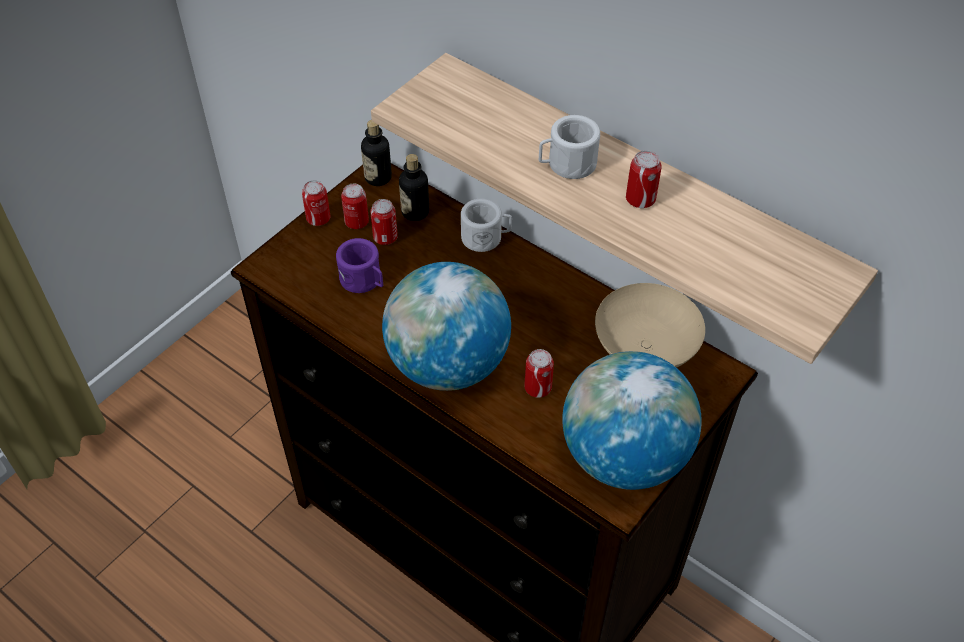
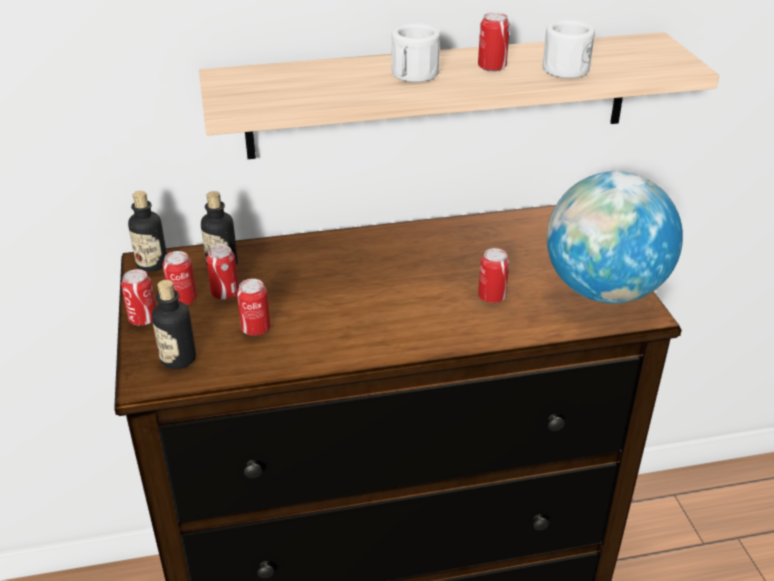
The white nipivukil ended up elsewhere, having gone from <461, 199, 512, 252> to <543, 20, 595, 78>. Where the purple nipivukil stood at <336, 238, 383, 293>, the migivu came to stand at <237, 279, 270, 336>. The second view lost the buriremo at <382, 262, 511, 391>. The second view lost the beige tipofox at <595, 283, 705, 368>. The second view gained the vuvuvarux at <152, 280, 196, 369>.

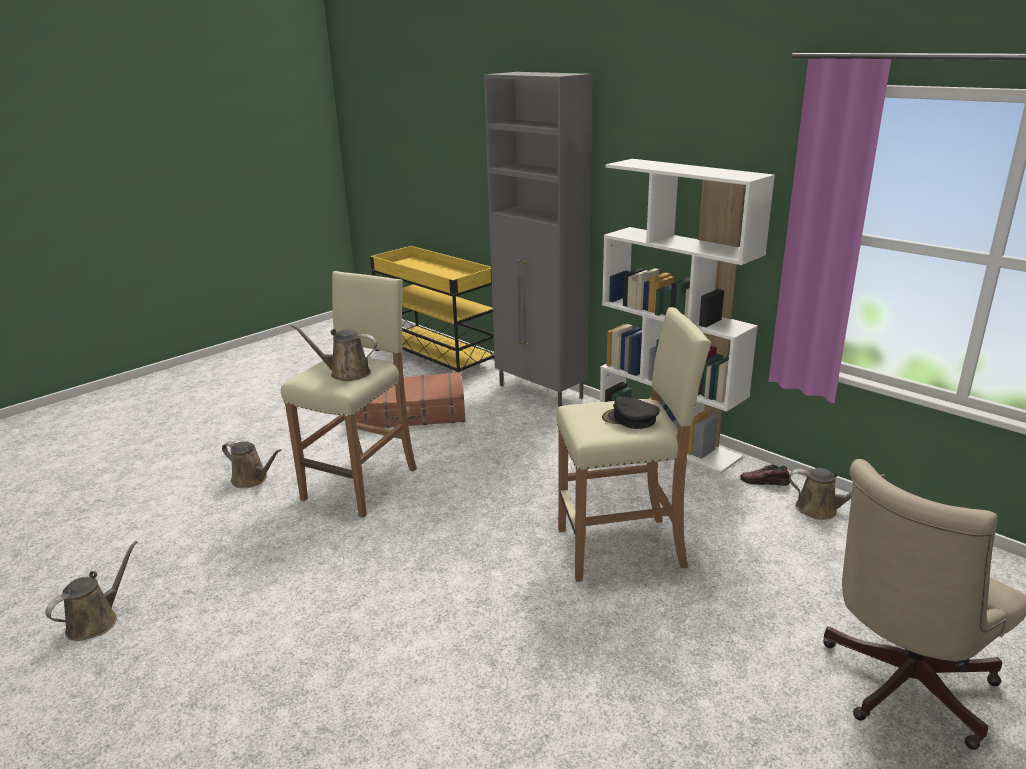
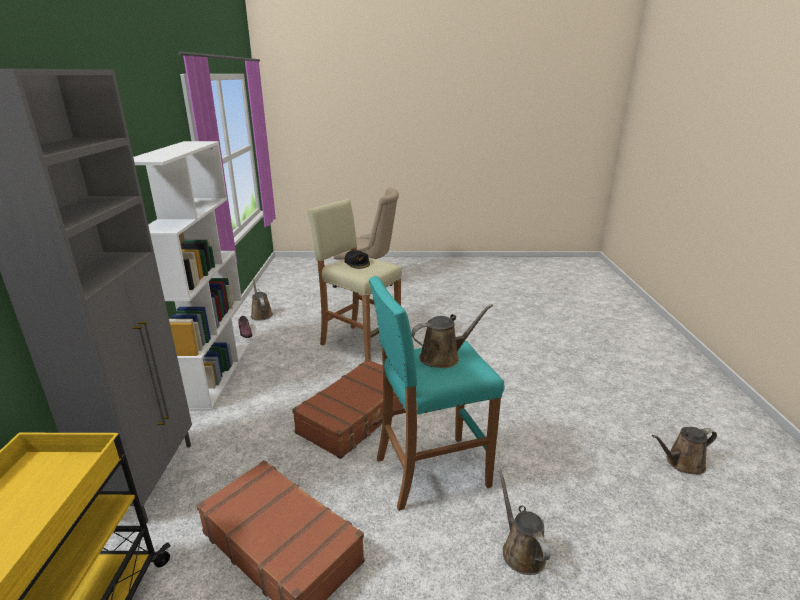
What was the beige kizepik at <281, 271, 417, 518> turned into the turquoise kizepik at <369, 276, 505, 511>. The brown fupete at <291, 324, 377, 381> ended up facing another way, 75 degrees counterclockwise from before. The second view gained the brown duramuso at <292, 359, 403, 459>.

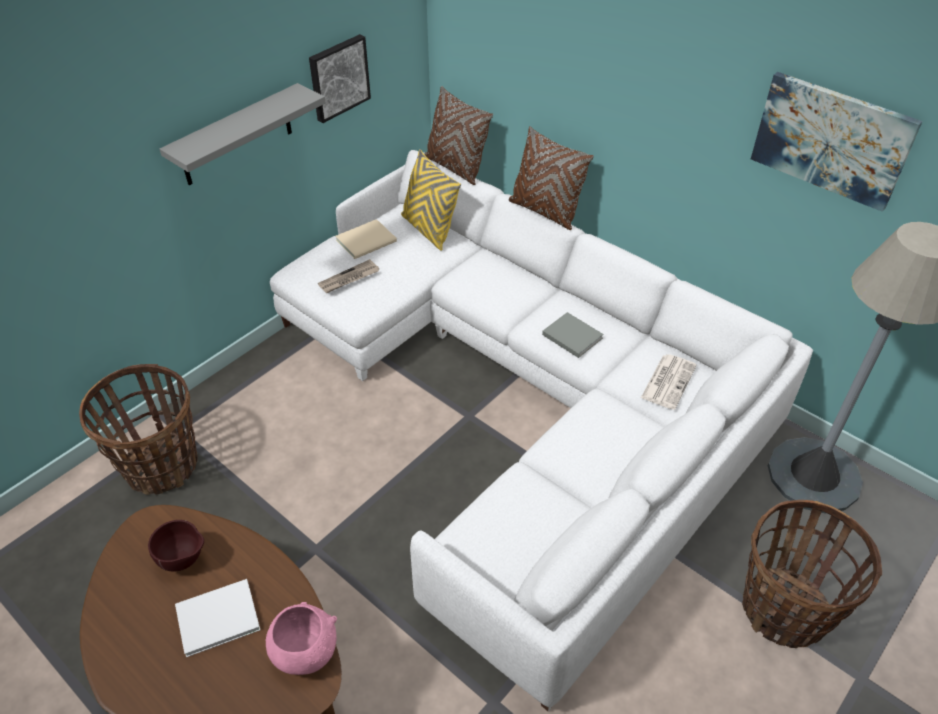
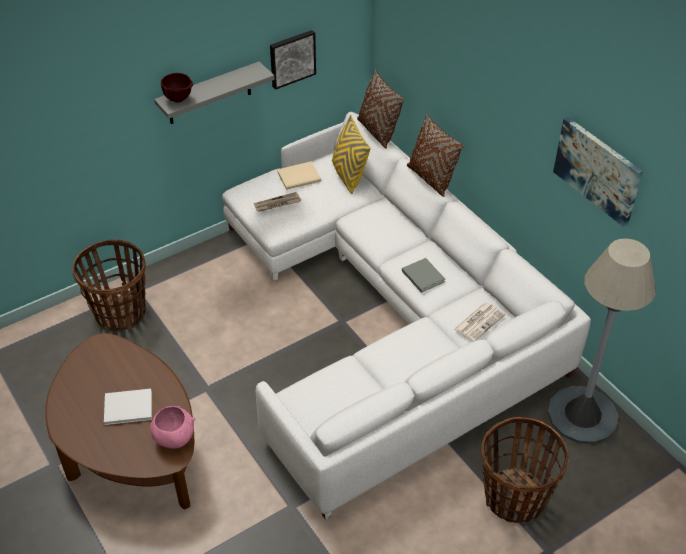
The brown tipofox ended up elsewhere, having gone from <148, 520, 204, 572> to <161, 73, 193, 103>.

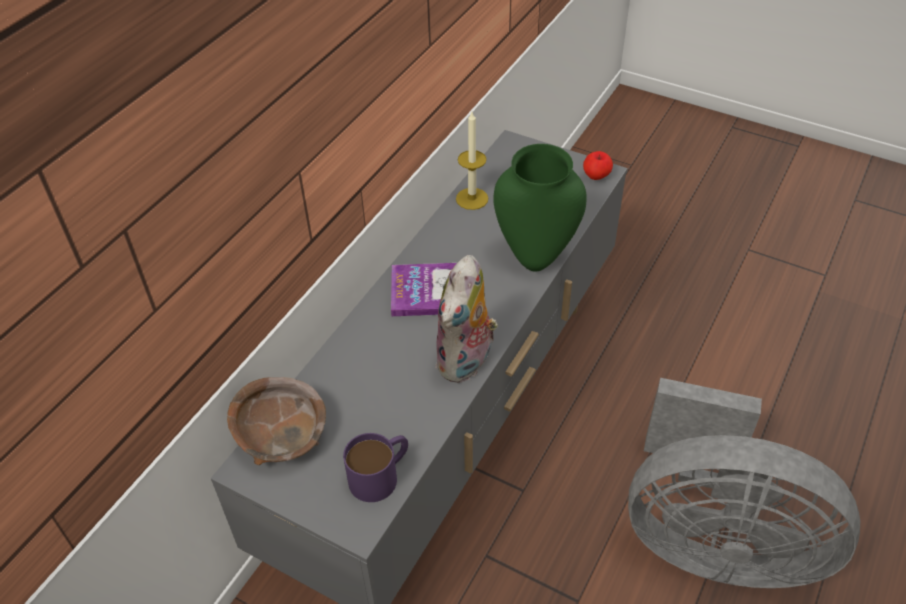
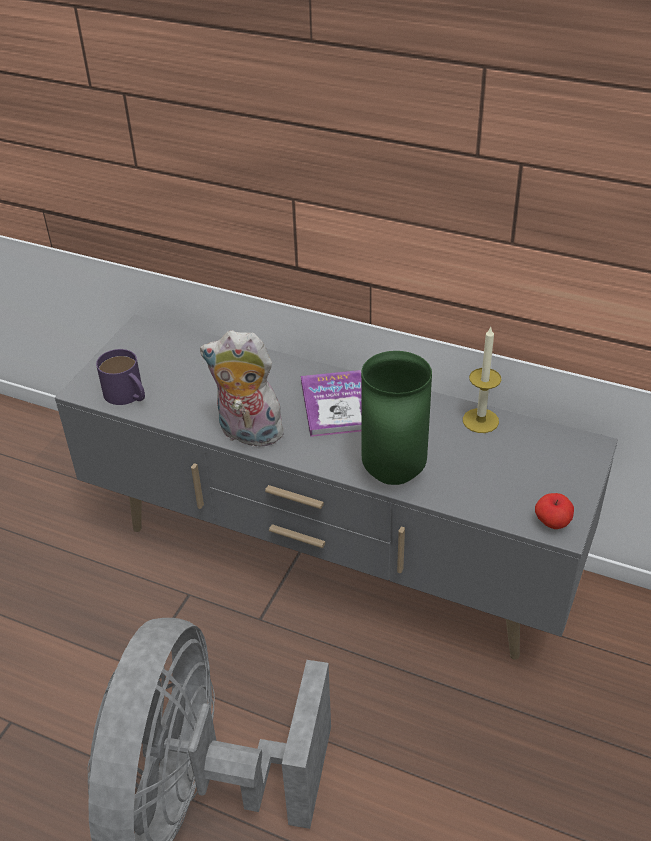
The second view lost the brown tipofox at <227, 377, 326, 465>.

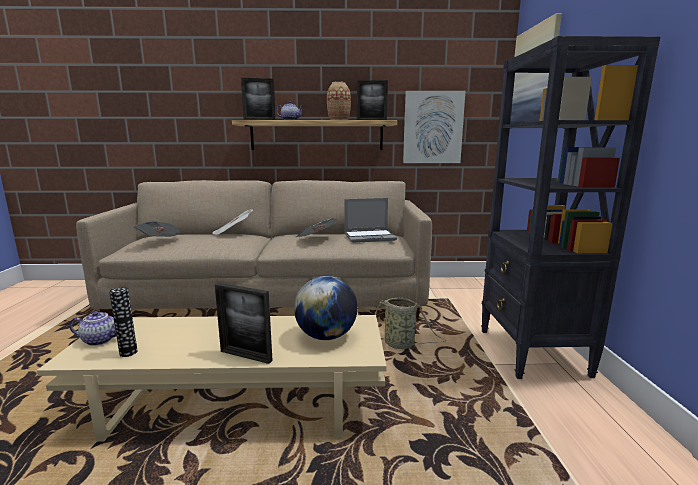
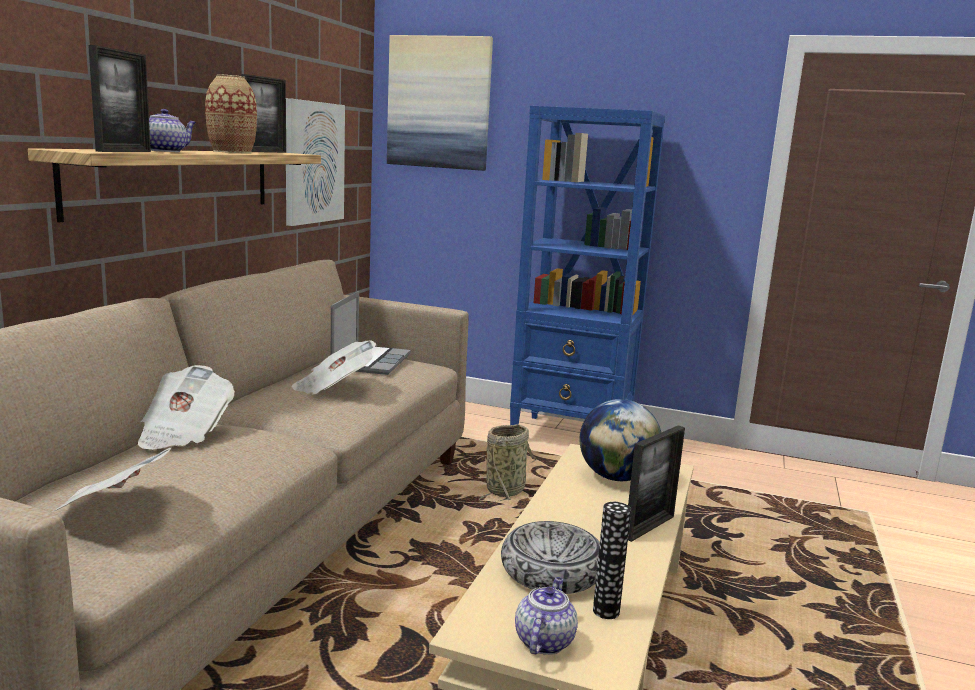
What was the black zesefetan at <481, 36, 660, 379> turned into the blue zesefetan at <510, 106, 665, 425>. The second view gained the tipofox at <501, 521, 600, 594>.

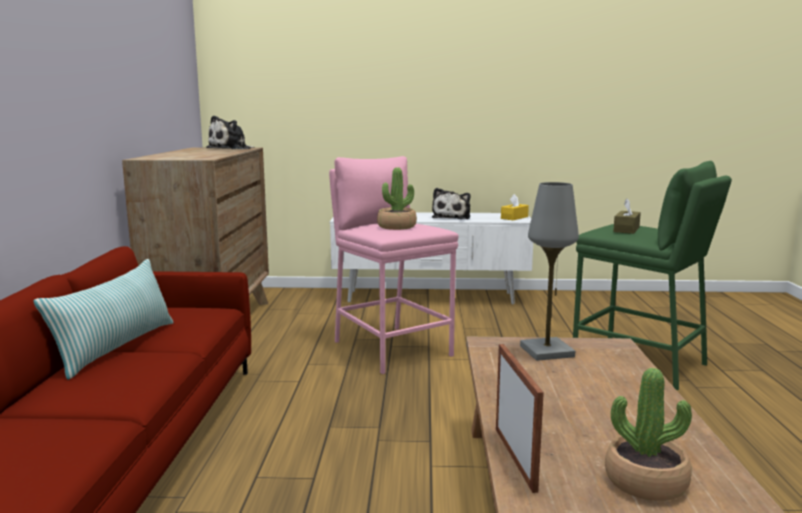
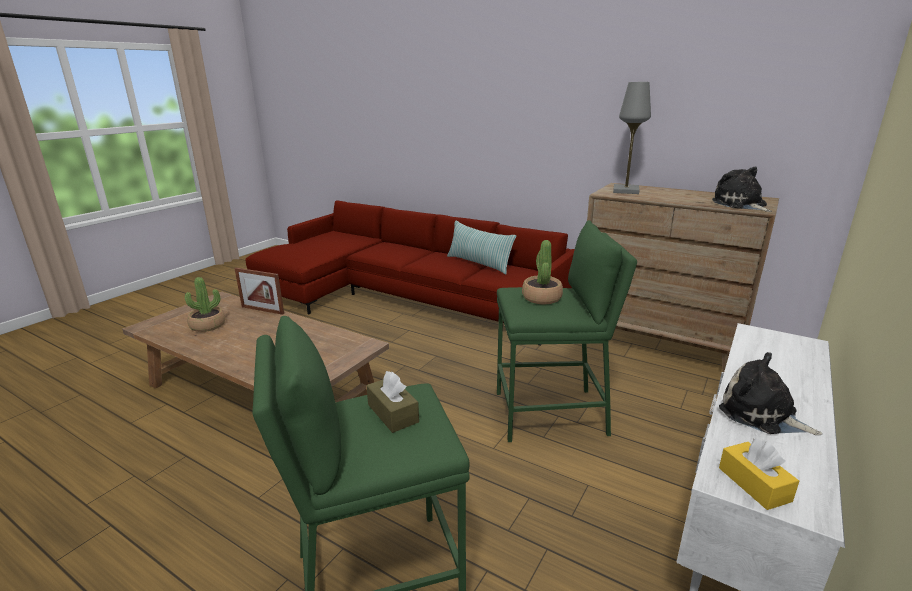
What was the pink kizepik at <329, 156, 459, 374> turned into the green kizepik at <497, 220, 637, 442>. The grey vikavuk ended up elsewhere, having gone from <520, 182, 579, 361> to <613, 82, 651, 194>.

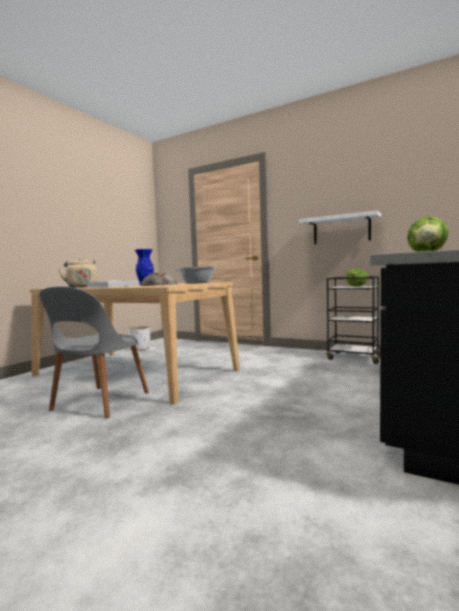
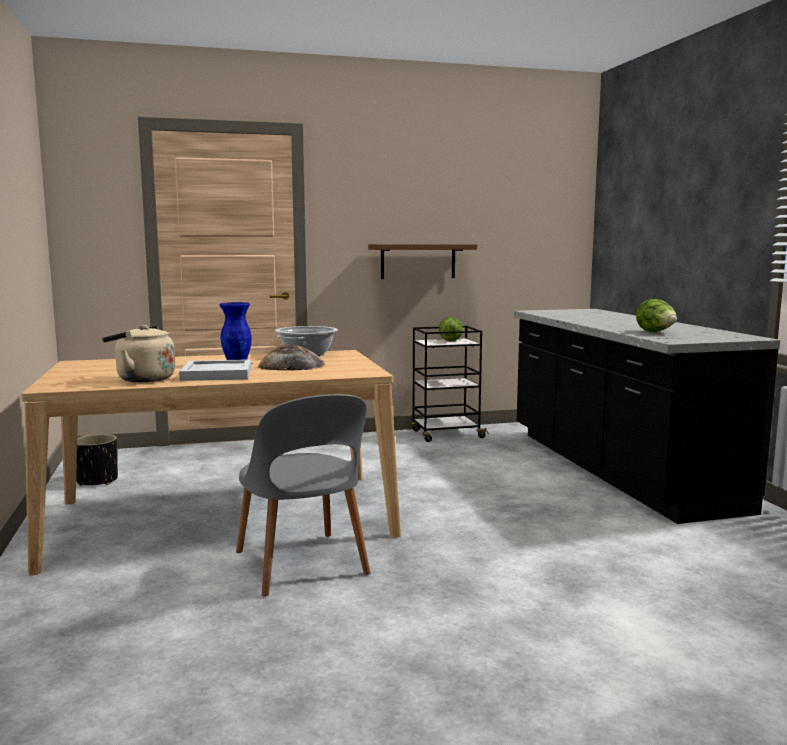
What was the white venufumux at <299, 211, 381, 244> turned into the brown venufumux at <368, 244, 477, 279>. What was the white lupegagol at <128, 326, 150, 351> turned into the black lupegagol at <76, 434, 118, 486>.

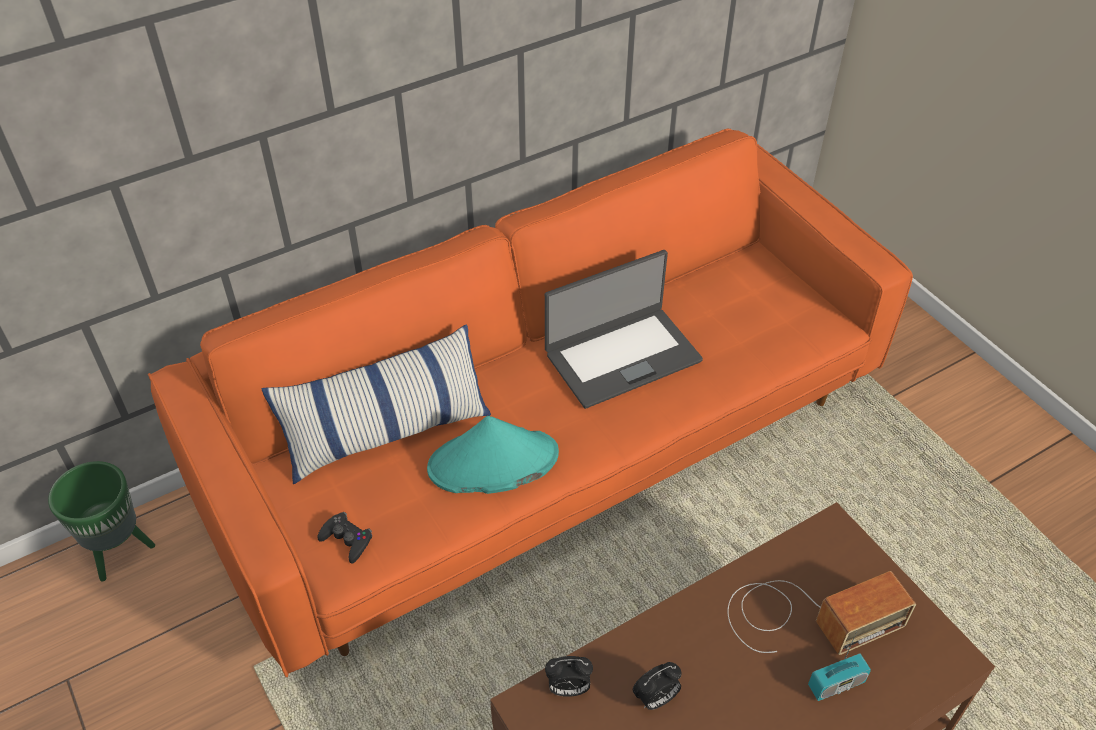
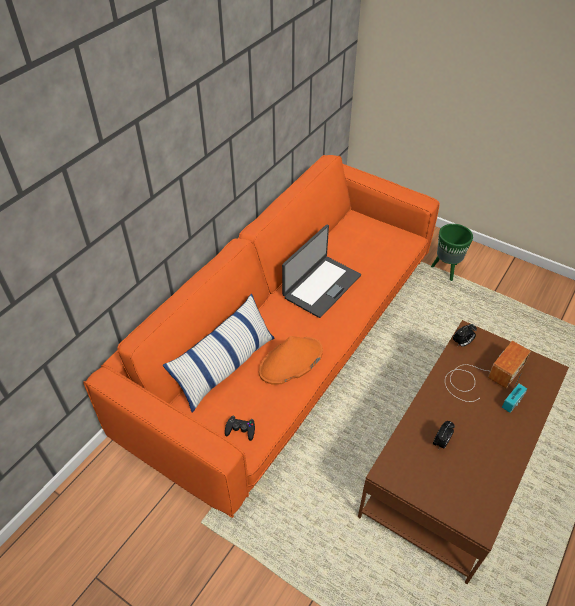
What was the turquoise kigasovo at <427, 416, 559, 494> turned into the orange kigasovo at <259, 336, 323, 385>. The green lupegagol ended up elsewhere, having gone from <48, 461, 155, 582> to <431, 224, 473, 281>. The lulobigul ended up elsewhere, having gone from <545, 656, 593, 697> to <453, 324, 477, 347>.

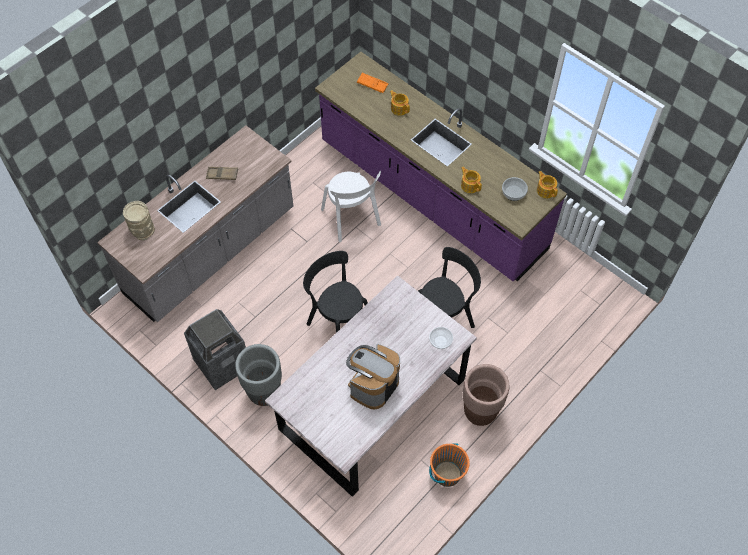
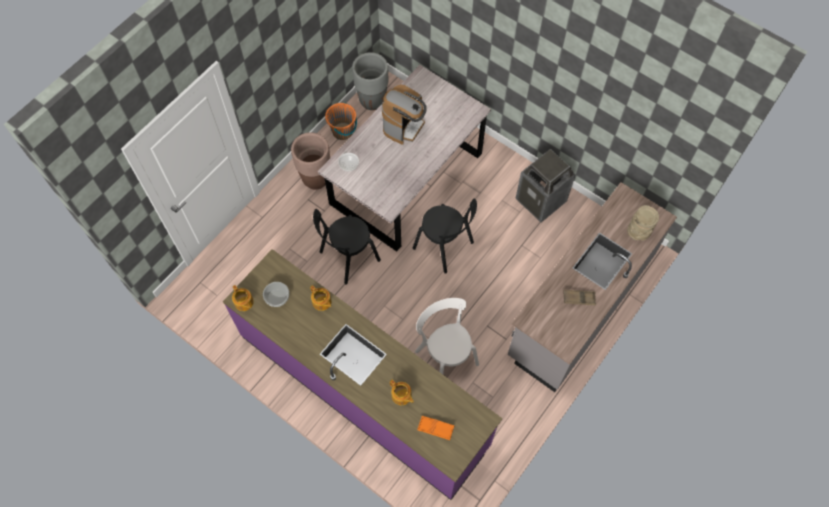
The grey lupegagol ended up elsewhere, having gone from <235, 344, 282, 406> to <352, 52, 388, 110>.

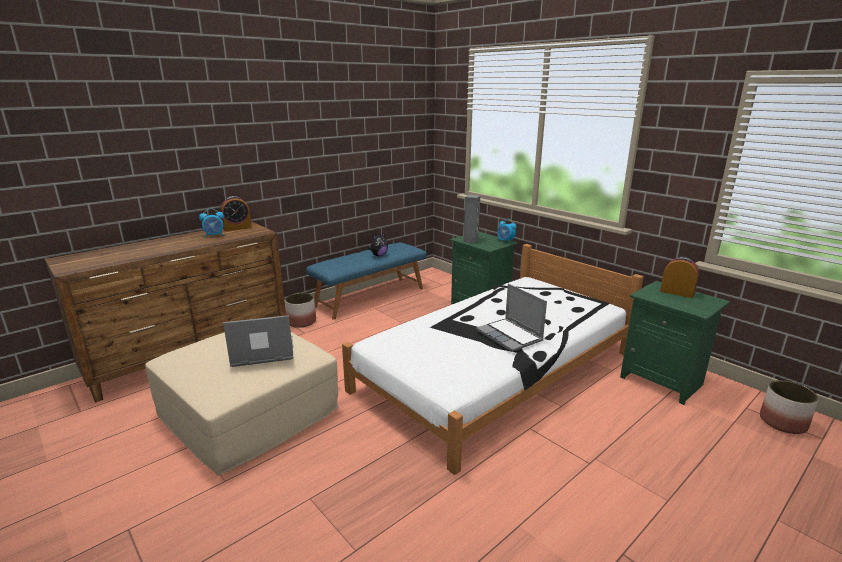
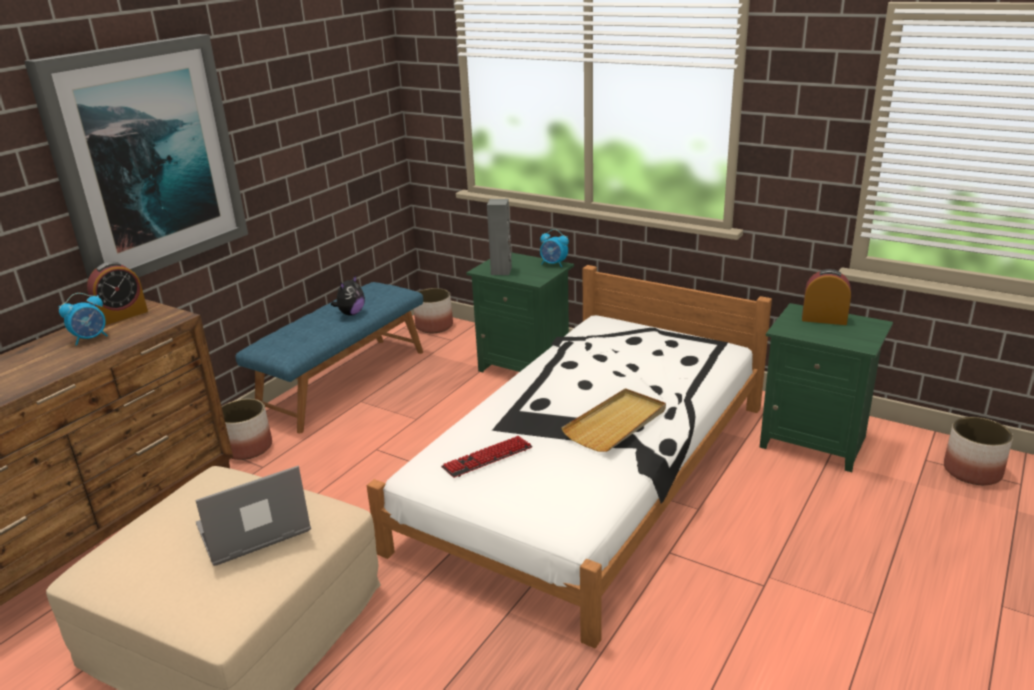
Where the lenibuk stood at <476, 284, 547, 352>, the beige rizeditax came to stand at <561, 388, 666, 452>. The second view gained the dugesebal at <24, 34, 248, 279>. The second view gained the lupegagol at <414, 288, 453, 333>. The second view gained the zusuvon at <441, 436, 533, 478>.

